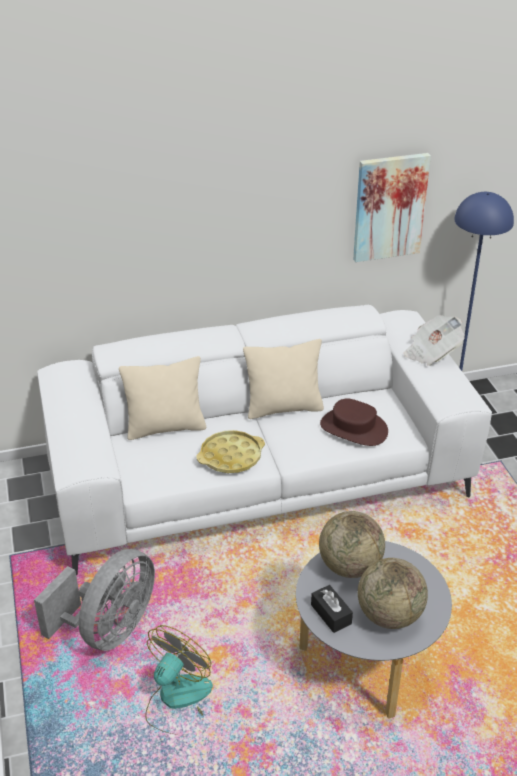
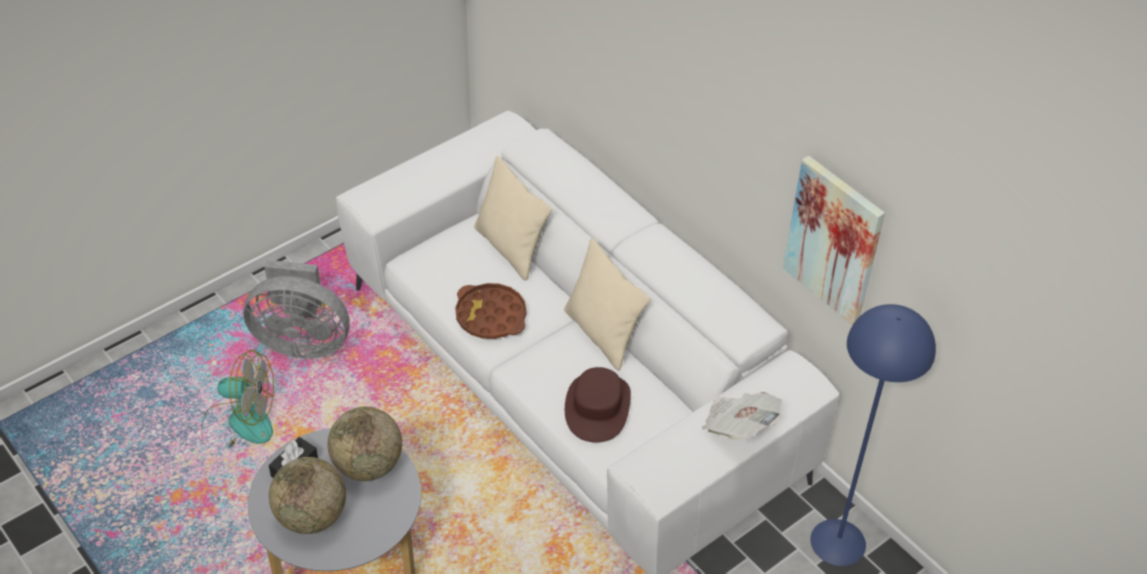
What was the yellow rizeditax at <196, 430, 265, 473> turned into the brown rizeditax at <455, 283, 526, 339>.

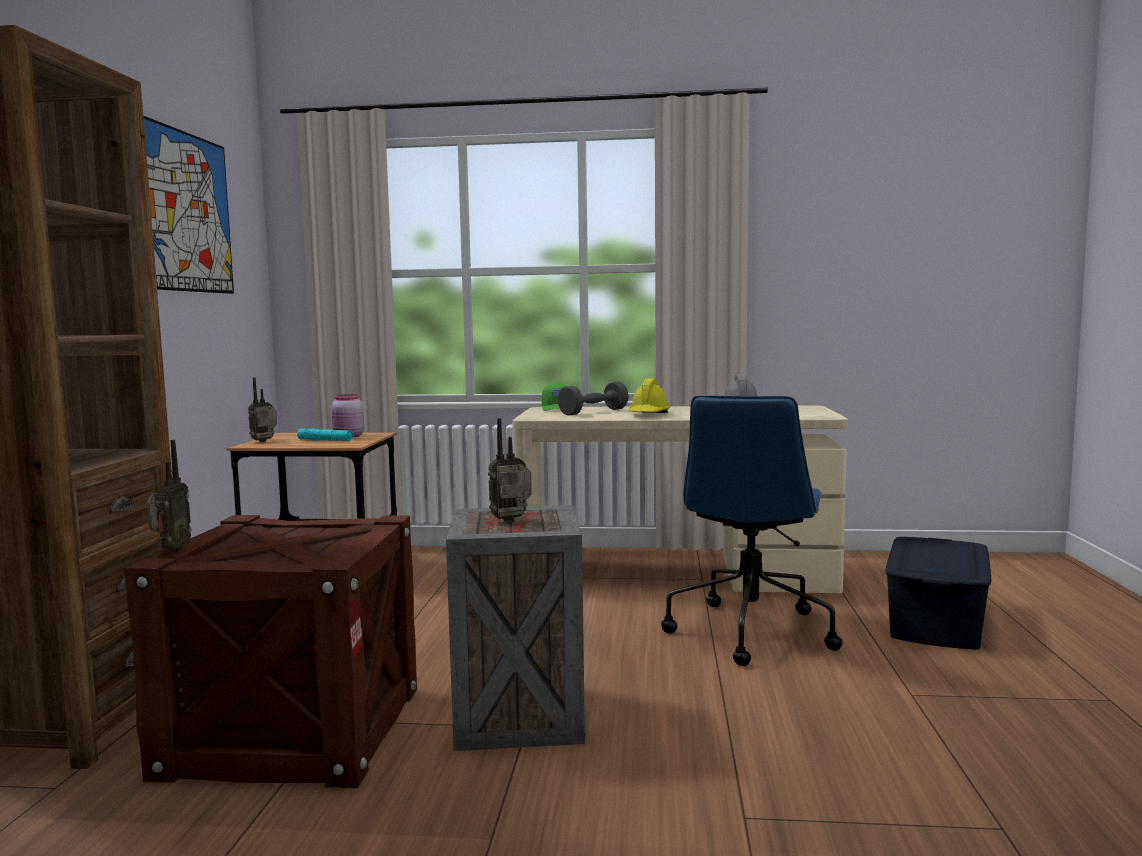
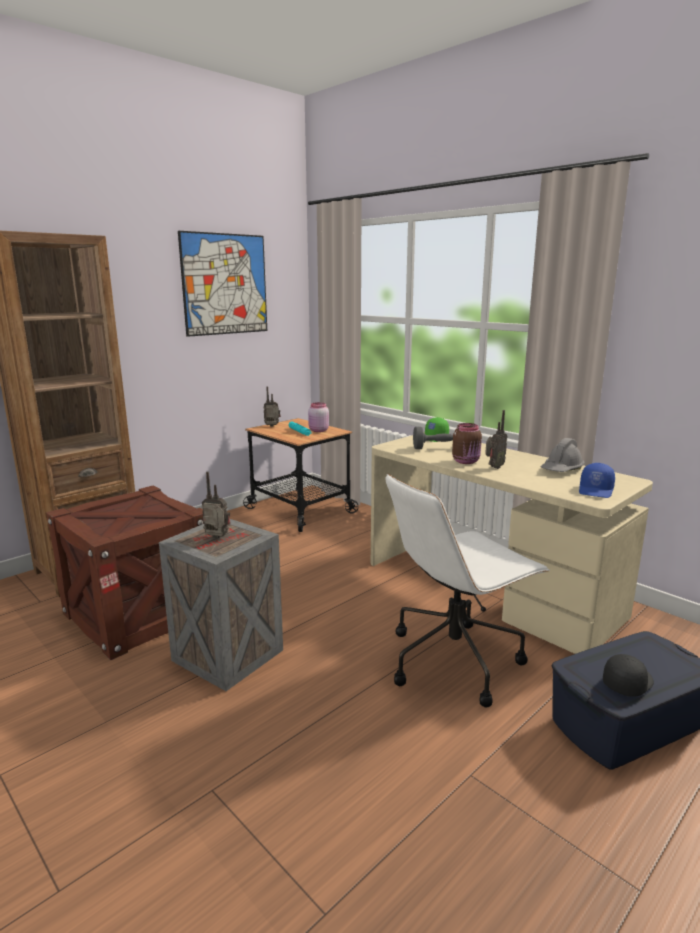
Where the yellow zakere stood at <628, 378, 670, 413>, the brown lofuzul came to stand at <452, 423, 482, 464>. What was the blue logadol at <661, 395, 842, 666> turned into the white logadol at <386, 474, 550, 707>. The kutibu ended up elsewhere, having gone from <147, 440, 191, 552> to <485, 410, 507, 469>. The second view gained the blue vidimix at <579, 463, 615, 498>. The second view gained the black vidimix at <603, 654, 654, 697>.

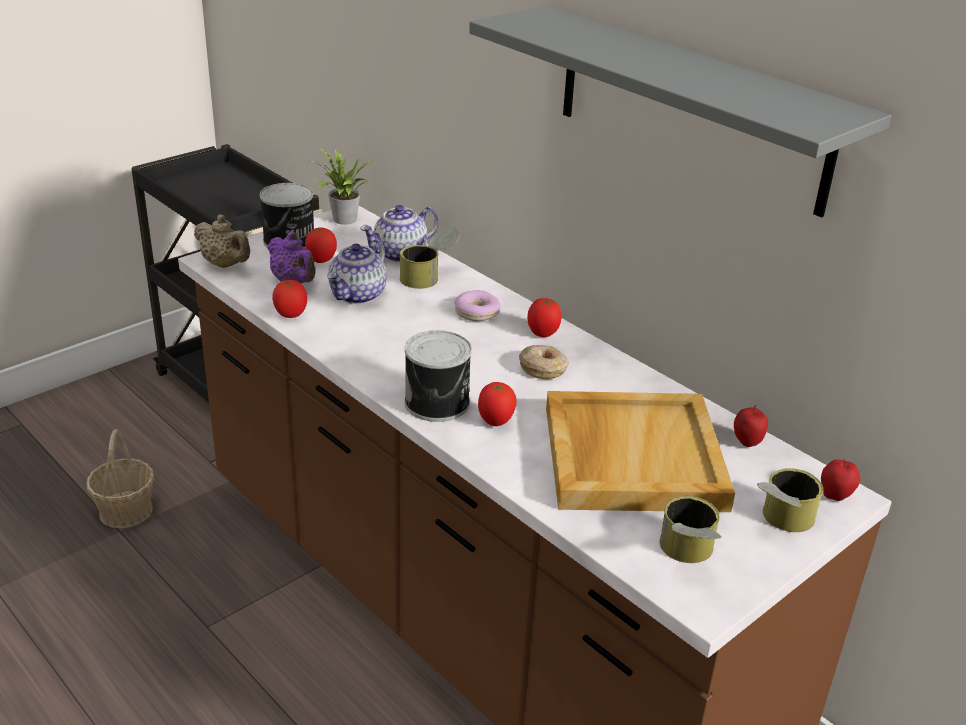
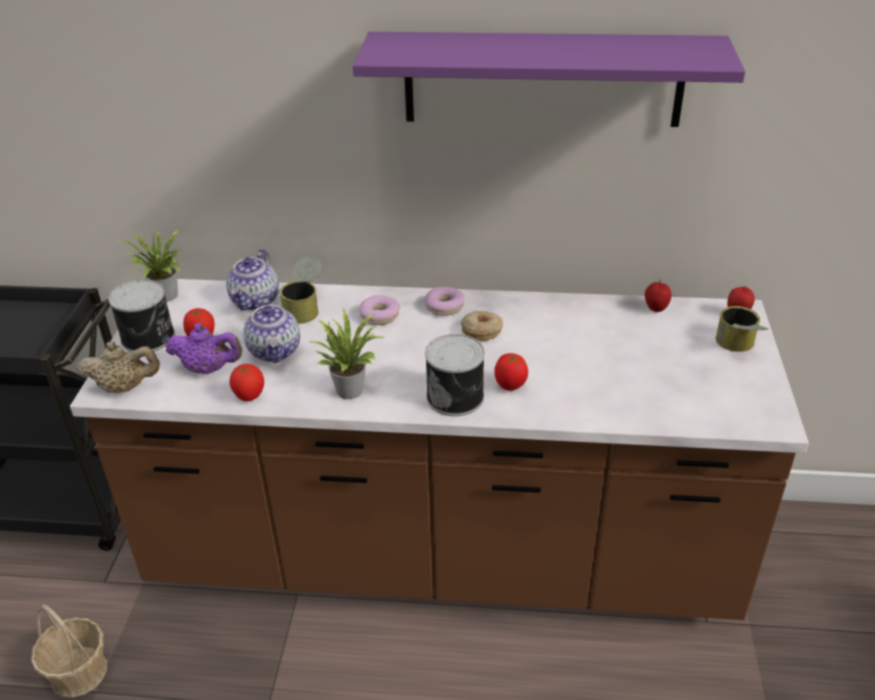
What was the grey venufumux at <469, 5, 892, 218> turned into the purple venufumux at <353, 32, 745, 127>. Where the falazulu stood at <527, 298, 562, 337>, the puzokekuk came to stand at <425, 287, 464, 316>. The second view lost the beige rizeditax at <546, 391, 735, 512>. The second view lost the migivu at <659, 496, 722, 563>. The second view gained the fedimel at <310, 308, 384, 399>.

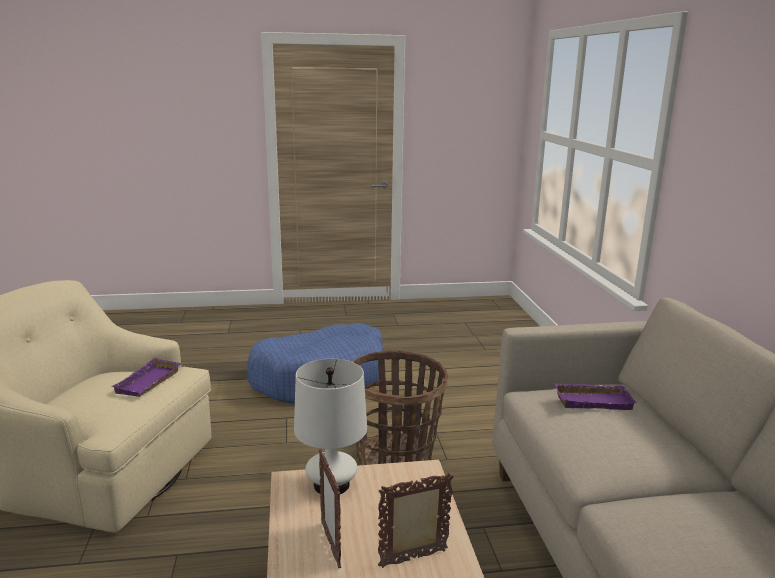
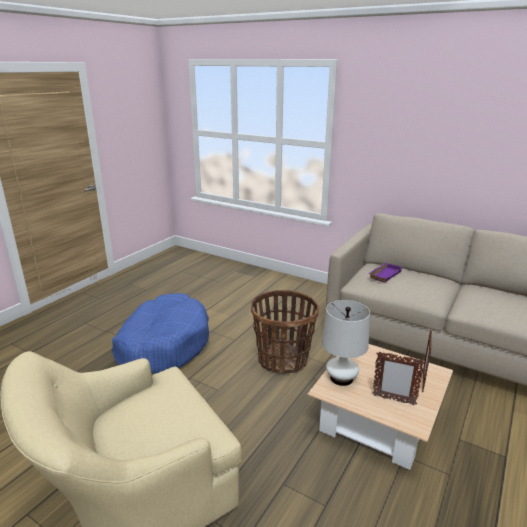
The second view lost the purple rizeditax at <111, 358, 182, 397>.

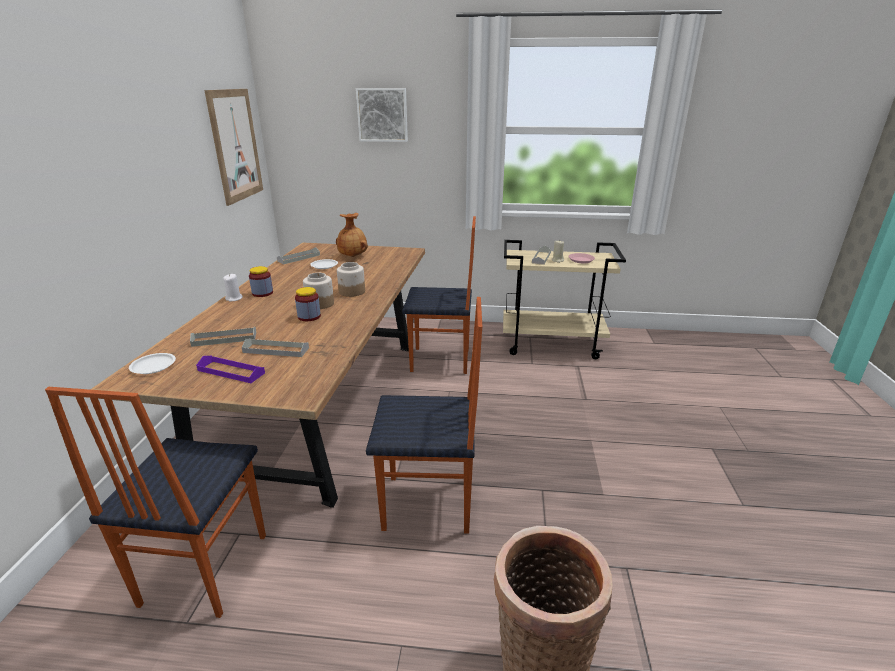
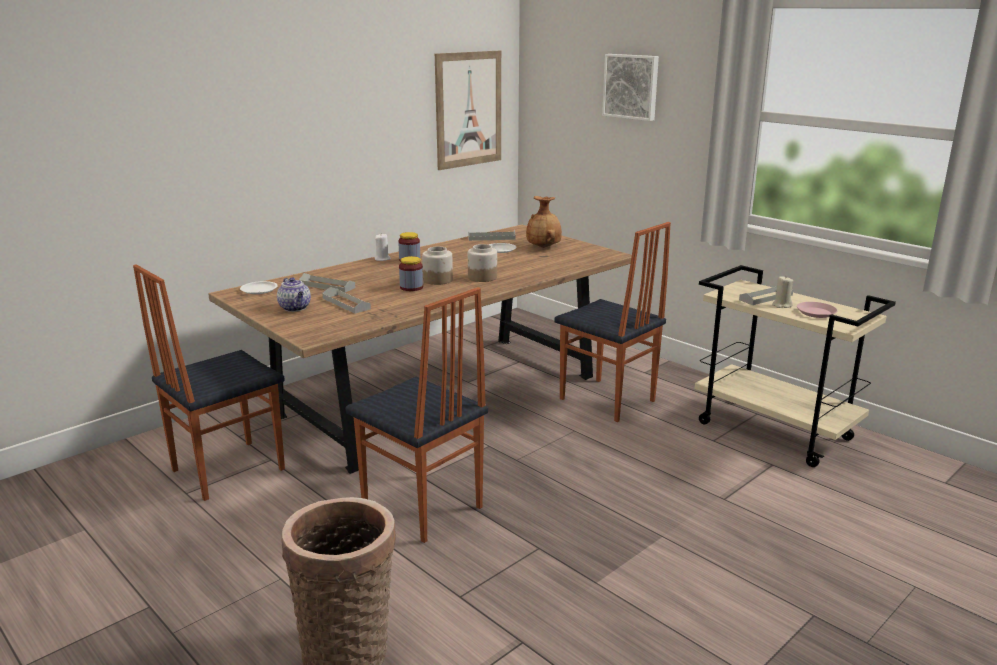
Where the purple rizeditax stood at <196, 356, 265, 383>, the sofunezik came to stand at <277, 278, 311, 312>.

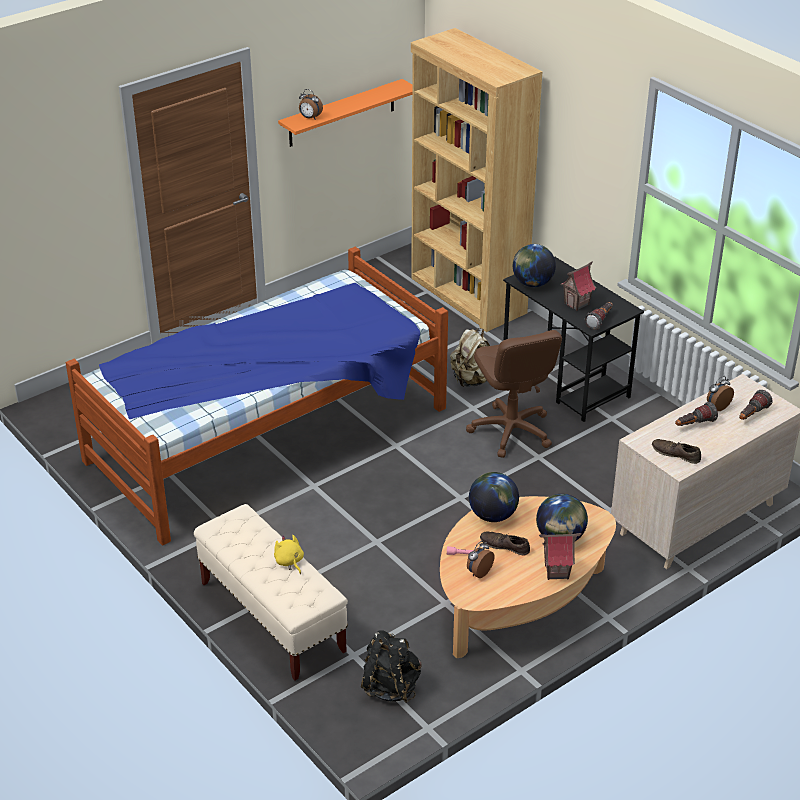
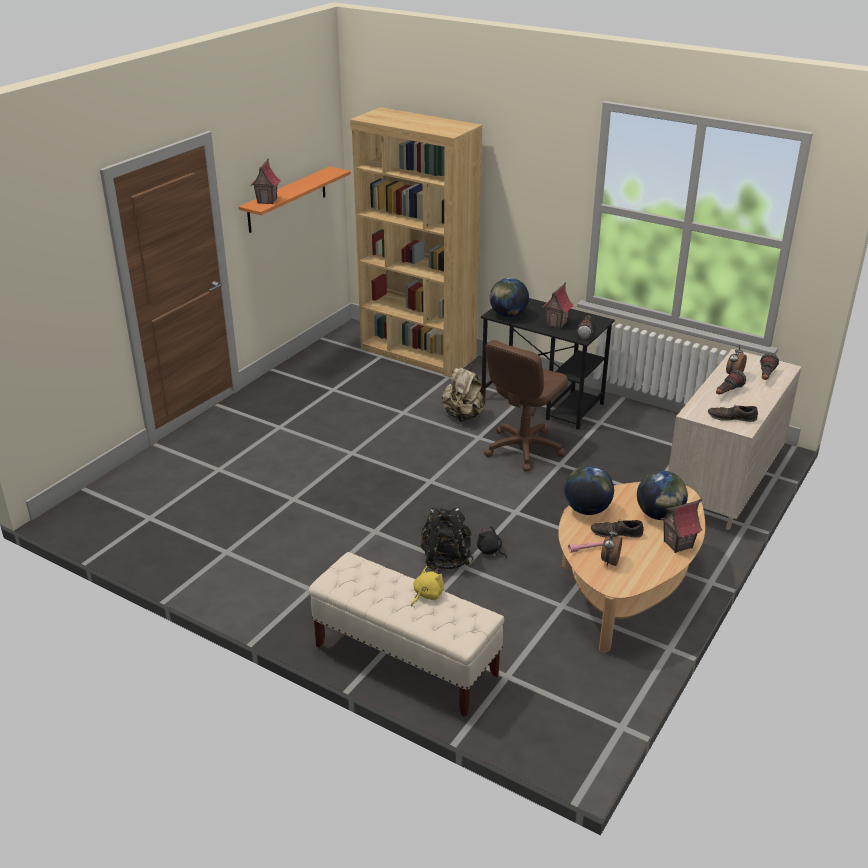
Where the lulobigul stood at <299, 89, 323, 120>, the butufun came to stand at <251, 158, 281, 204>. The second view lost the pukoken at <66, 247, 448, 546>. The brown logadol at <466, 330, 562, 458> ended up facing another way, 75 degrees clockwise from before. The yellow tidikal at <274, 535, 304, 574> ended up facing another way, 90 degrees clockwise from before. The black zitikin ended up elsewhere, having gone from <361, 630, 421, 703> to <420, 508, 474, 569>. The second view gained the black tidikal at <477, 526, 507, 558>.

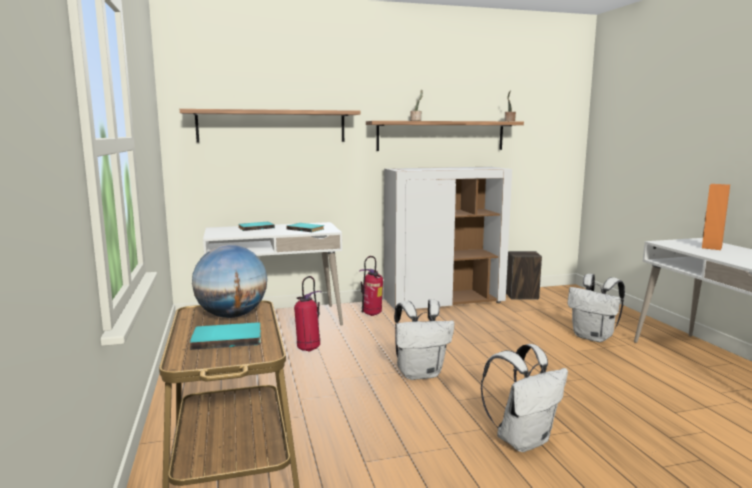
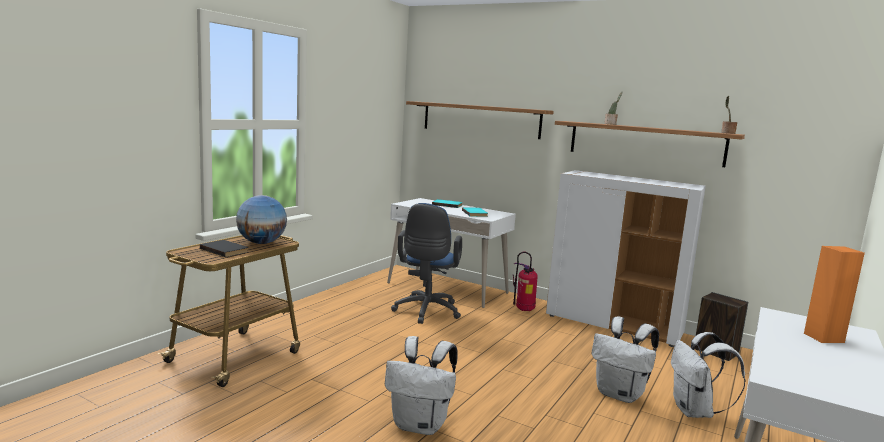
Where the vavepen stood at <294, 276, 321, 352>, the blue logadol came to stand at <391, 203, 462, 324>. The white zitikin ended up elsewhere, having gone from <394, 299, 454, 380> to <592, 317, 659, 403>. What was the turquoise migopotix at <190, 323, 261, 350> turned into the black migopotix at <200, 240, 248, 257>.

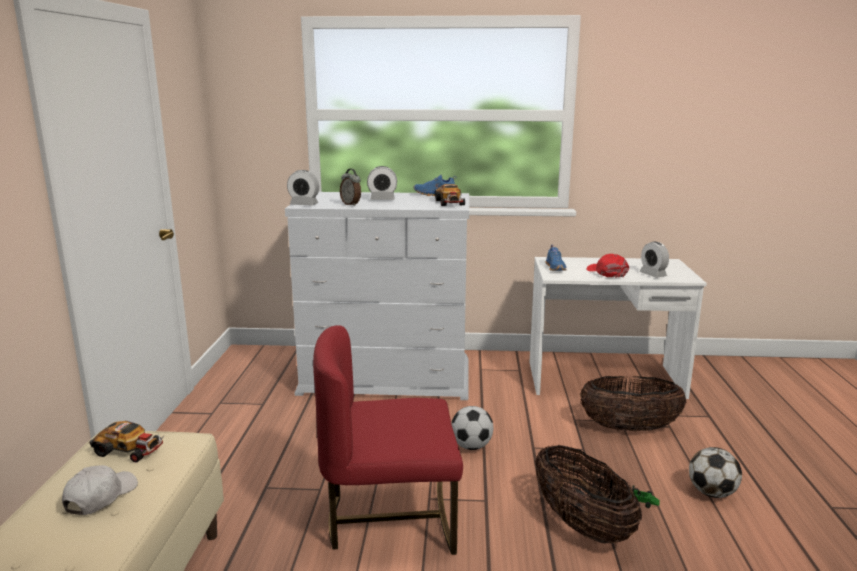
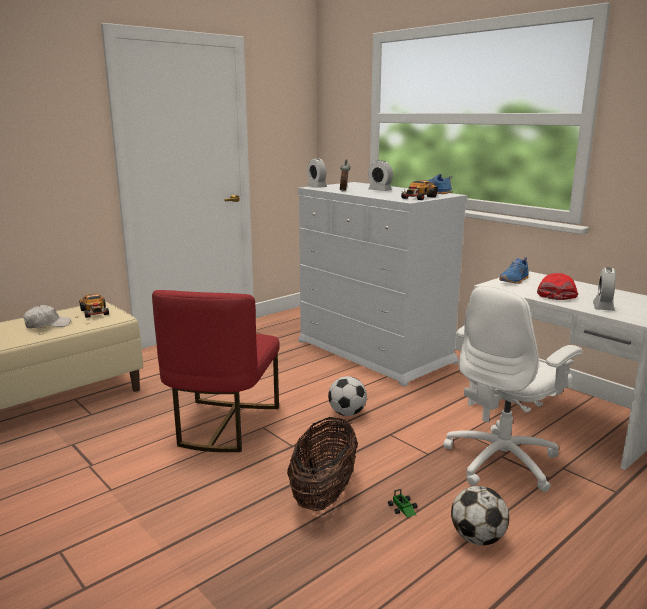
The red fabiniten at <313, 325, 463, 555> ended up facing another way, 120 degrees counterclockwise from before. Where the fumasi stood at <580, 376, 686, 432>, the white logadol came to stand at <443, 285, 582, 492>.

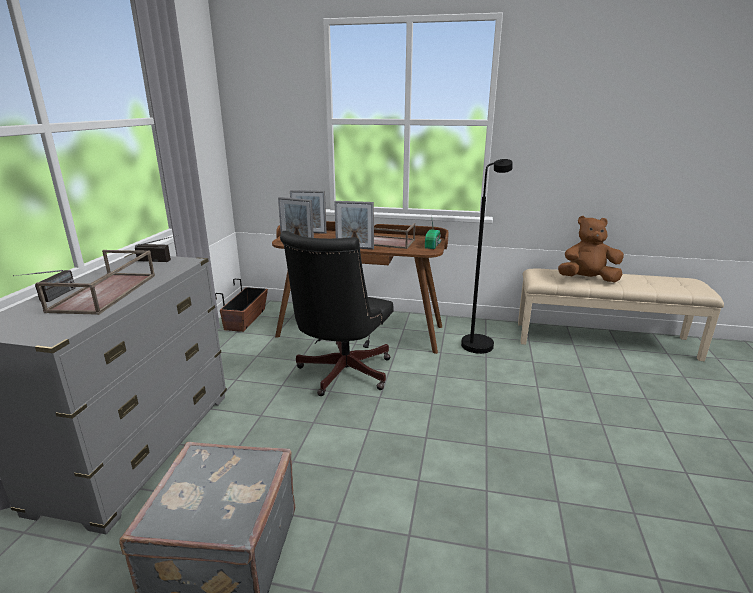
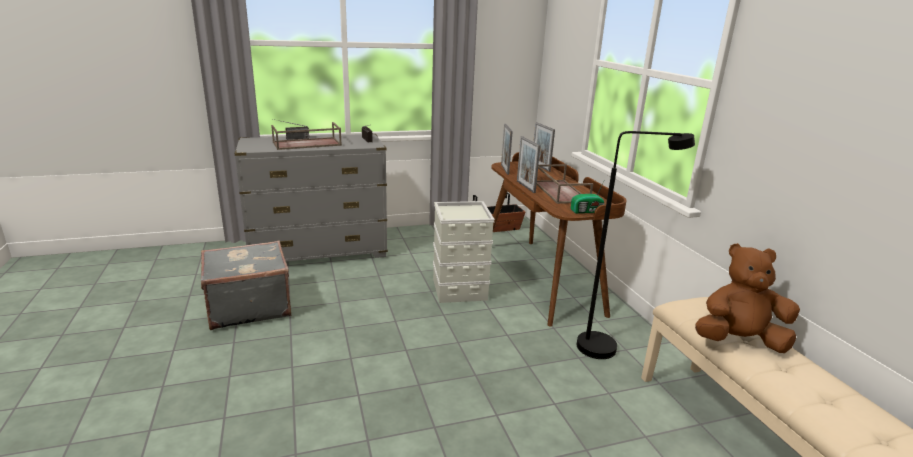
The brown tidikal at <558, 216, 624, 282> ended up facing another way, 60 degrees counterclockwise from before. Where the black logadol stood at <280, 231, 393, 396>, the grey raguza came to stand at <433, 201, 495, 303>.

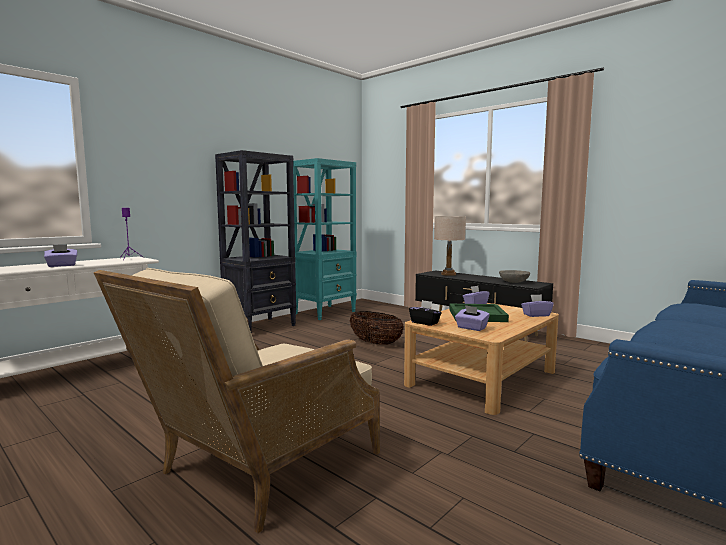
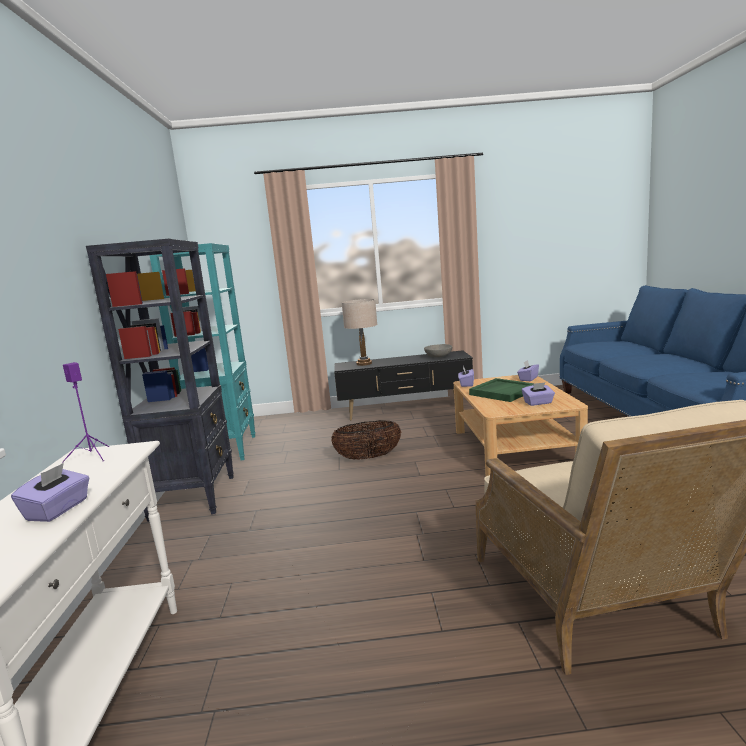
The second view lost the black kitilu at <409, 300, 441, 326>.

